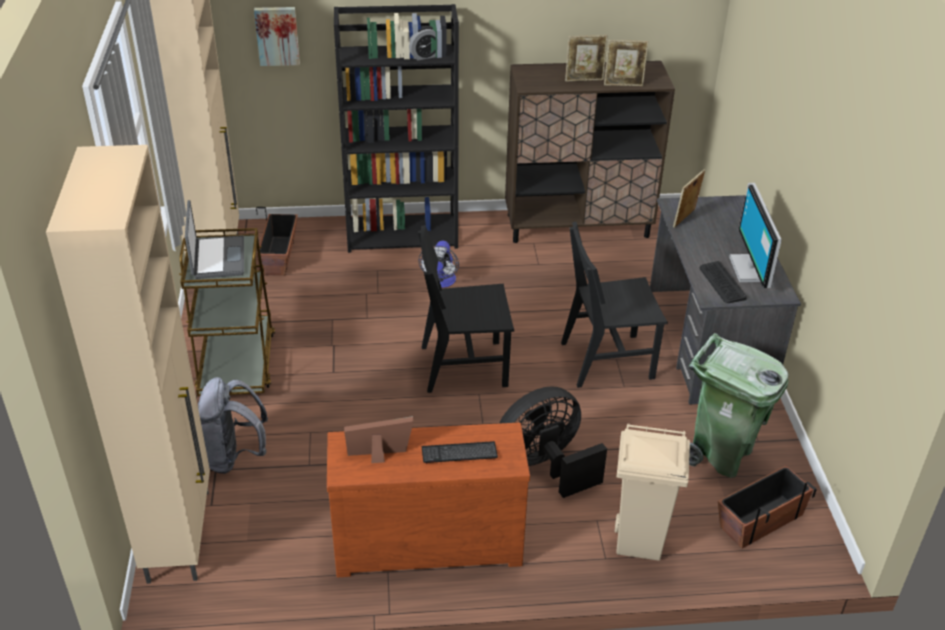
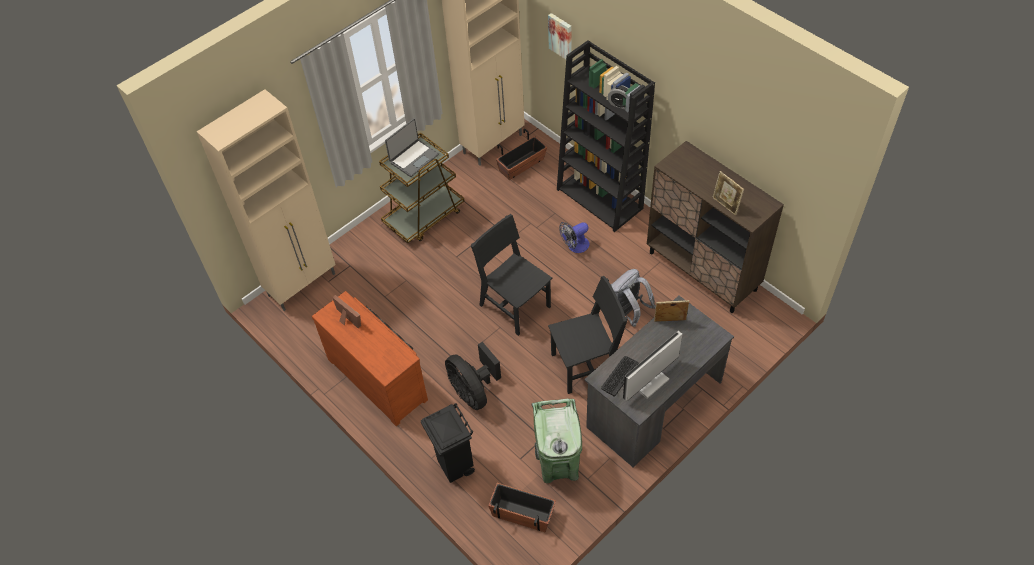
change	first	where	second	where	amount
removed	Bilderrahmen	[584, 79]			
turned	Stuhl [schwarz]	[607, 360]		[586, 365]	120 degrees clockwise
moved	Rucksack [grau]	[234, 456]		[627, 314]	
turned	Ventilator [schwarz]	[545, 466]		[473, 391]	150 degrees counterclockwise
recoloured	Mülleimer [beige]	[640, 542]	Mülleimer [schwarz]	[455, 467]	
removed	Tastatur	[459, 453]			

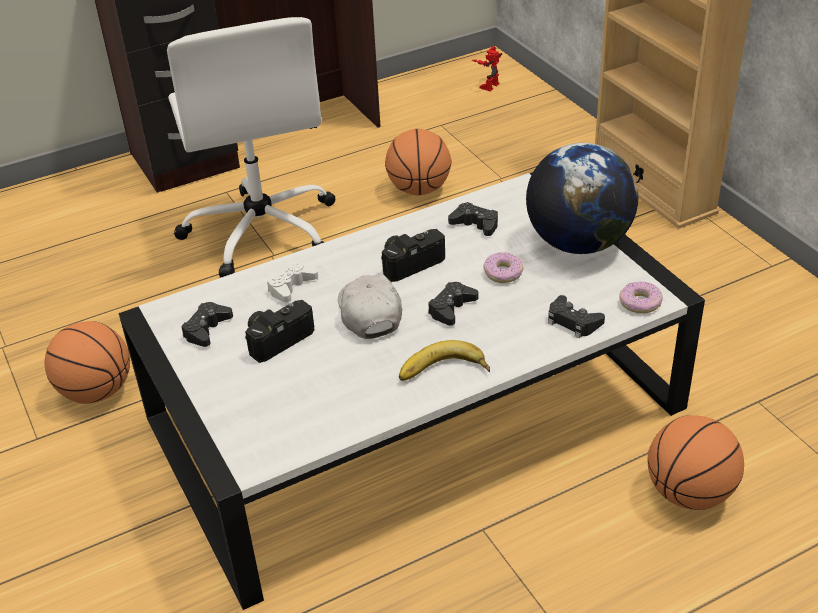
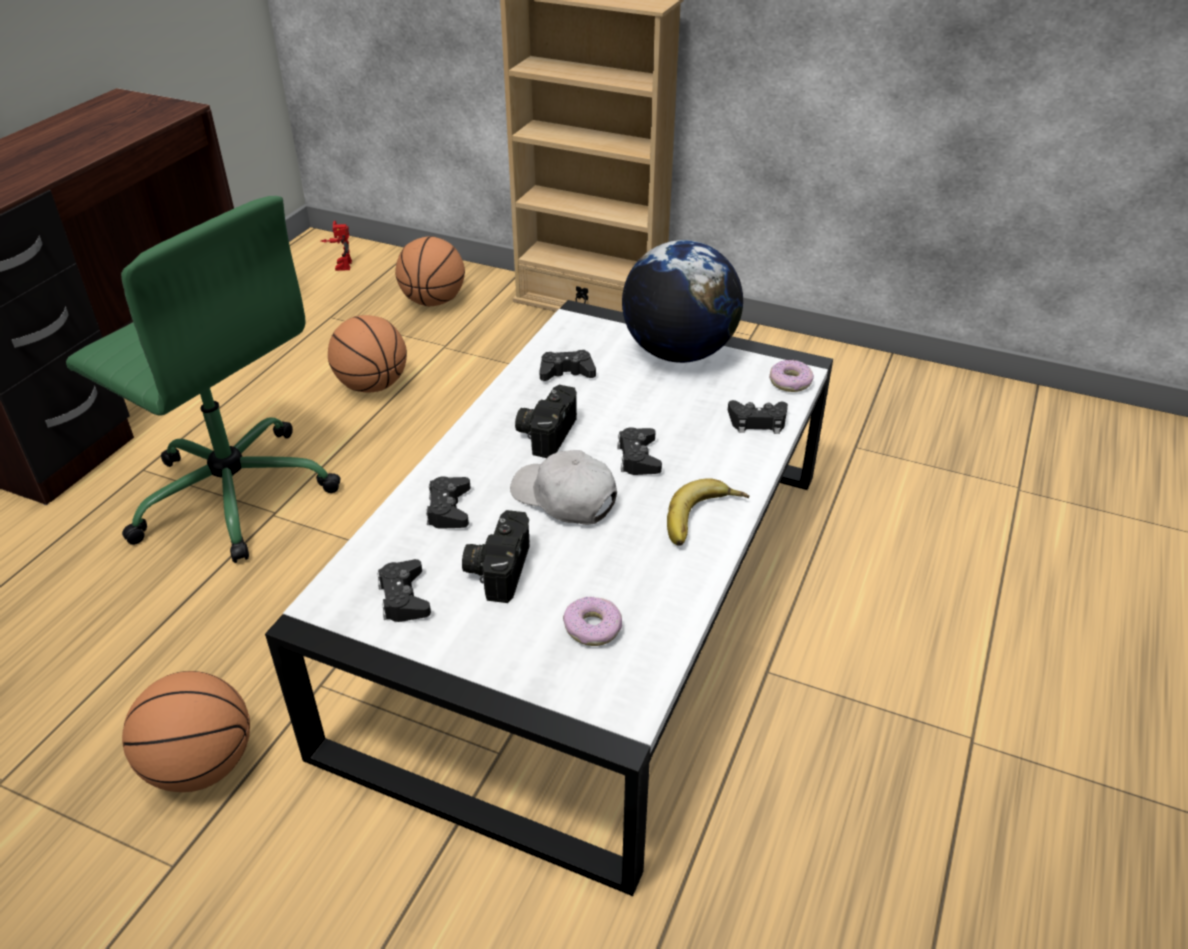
change	first	where	second	where	amount
recoloured	Bürostuhl [weiß]	[261, 230]	Bürostuhl [grün]	[233, 493]	
moved	Donut	[503, 273]		[593, 627]	
recoloured	Gamepad [weiß]	[291, 286]	Gamepad [schwarz]	[449, 509]	
moved	Basketball	[689, 493]		[433, 302]	

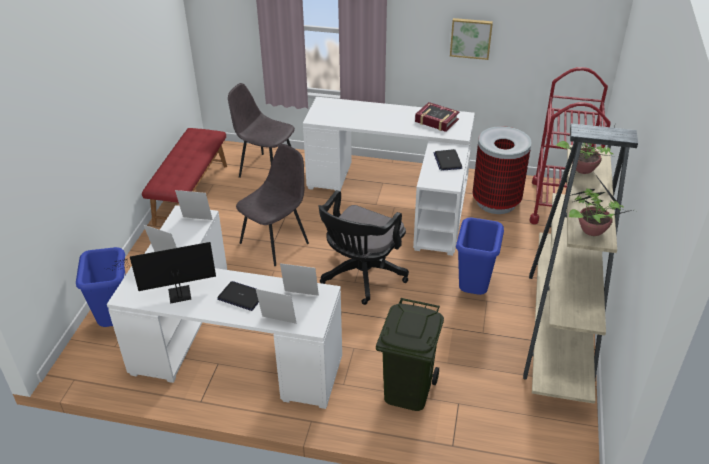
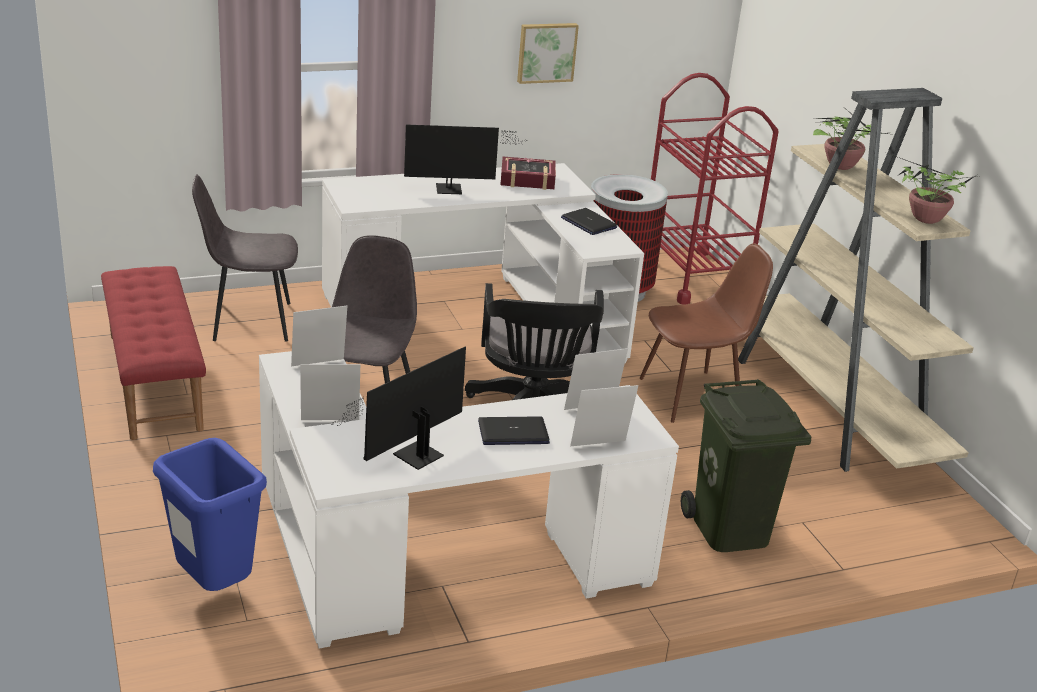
change	first	where	second	where	amount
replaced	Mülleimer [blau]	[473, 292]	Stuhl [braun]	[692, 396]	
added			Monitor	[453, 189]	

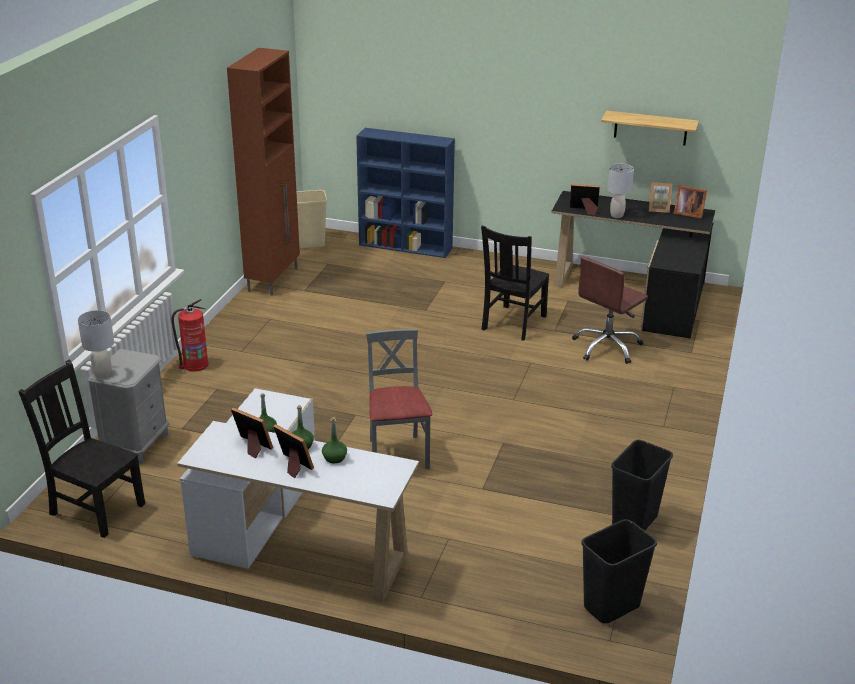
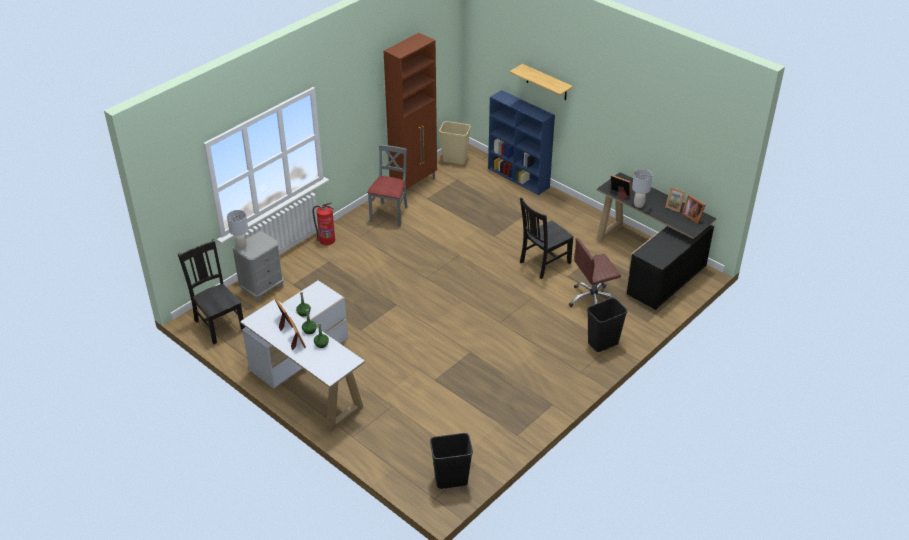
change	first	where	second	where	amount
moved	Wandregal	[650, 128]		[546, 82]	
moved	Stuhl [grau]	[397, 454]		[390, 214]	
moved	Mülleimer [schwarz]	[635, 522]		[603, 344]	

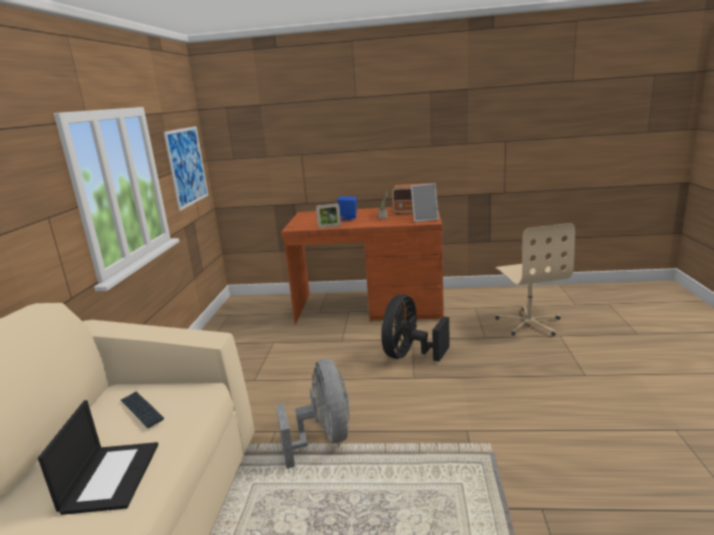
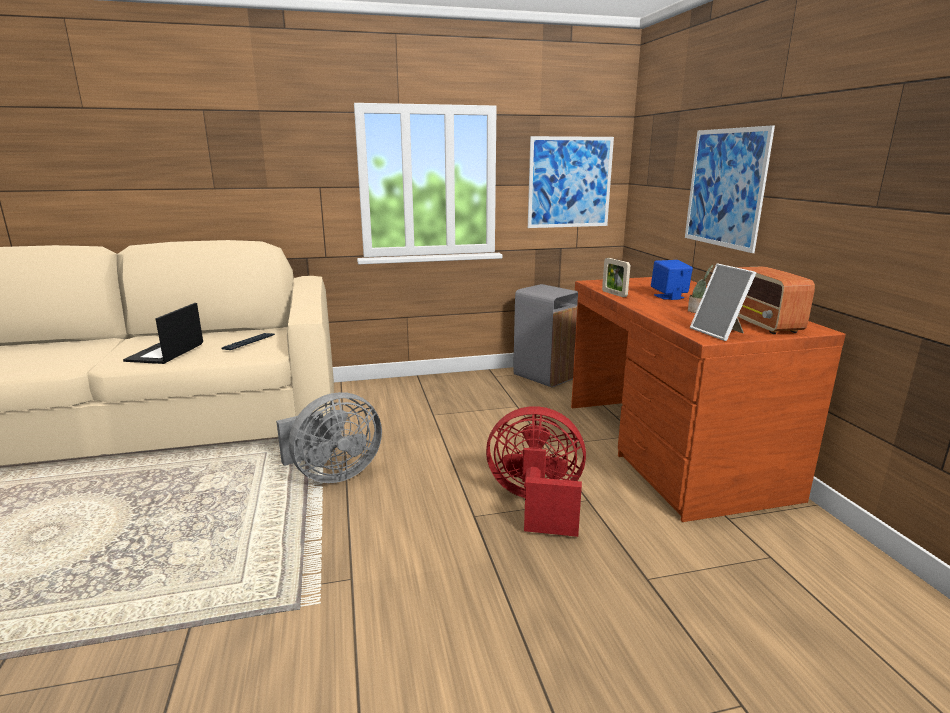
change	first	where	second	where	amount
removed	Bürostuhl [beige]	[529, 323]			
recoloured	Ventilator [schwarz]	[409, 355]	Ventilator [rot]	[536, 504]	
turned	Laptop	[111, 476]		[165, 353]	120 degrees clockwise
added			Bild	[725, 188]	
added			Mülleimer [grau]	[545, 376]	

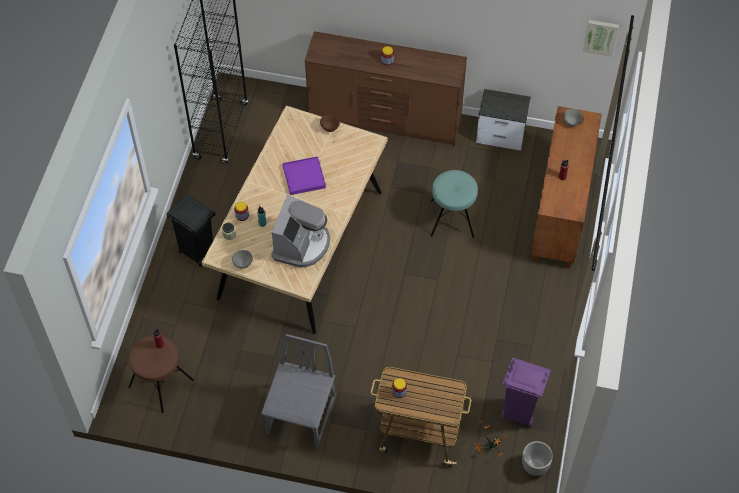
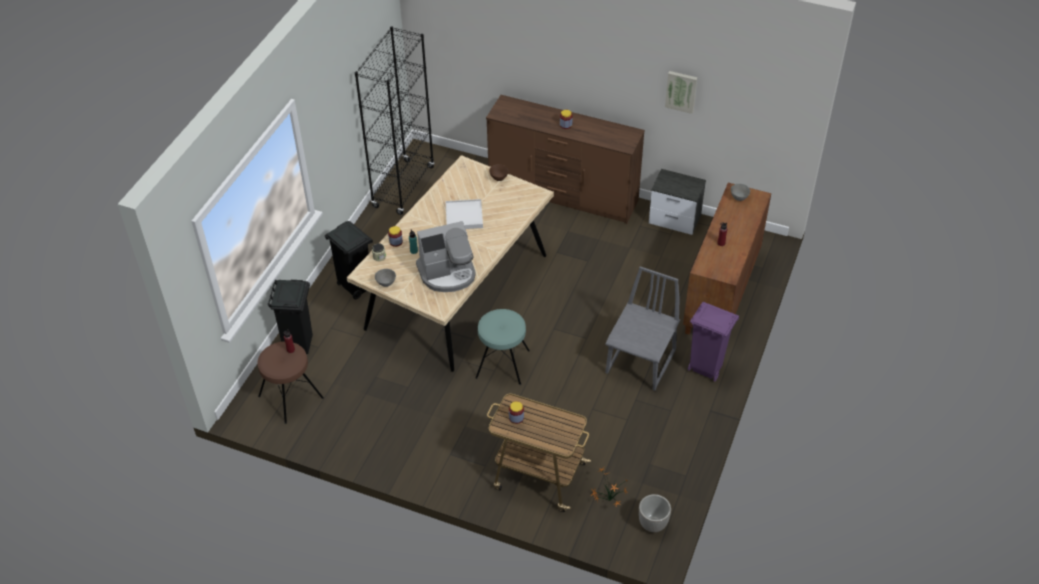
change	first	where	second	where	amount
moved	Bild	[600, 36]		[681, 91]	
recoloured	Tablett [lila]	[304, 177]	Tablett [weiß]	[464, 216]	
moved	Hocker [türkis]	[452, 219]		[502, 364]	
turned	Kaffeemaschine	[301, 244]		[447, 273]	45 degrees clockwise
moved	Stuhl [grau]	[302, 415]		[641, 362]	
moved	Mülleimer [lila]	[518, 413]		[705, 368]	
added			Mülleimer [schwarz]	[299, 343]	

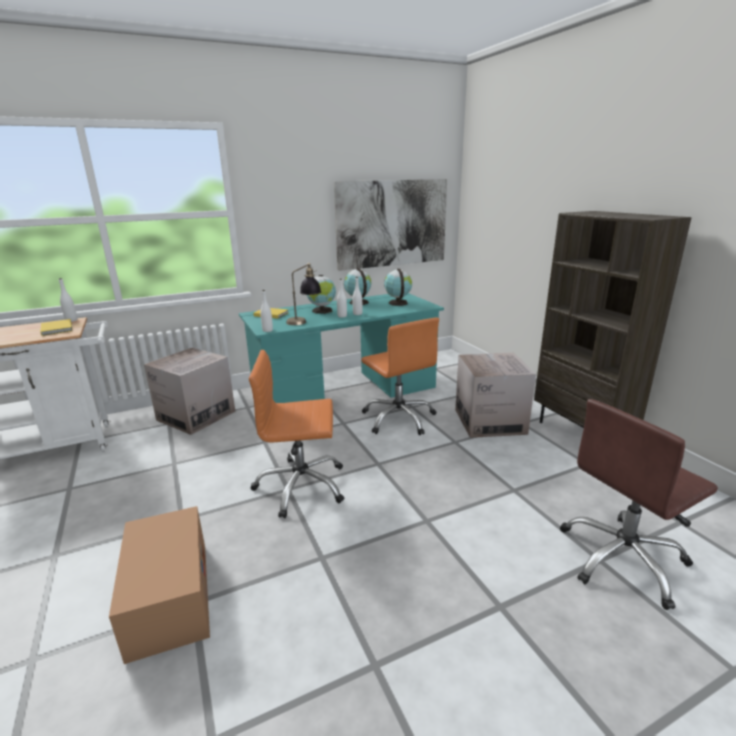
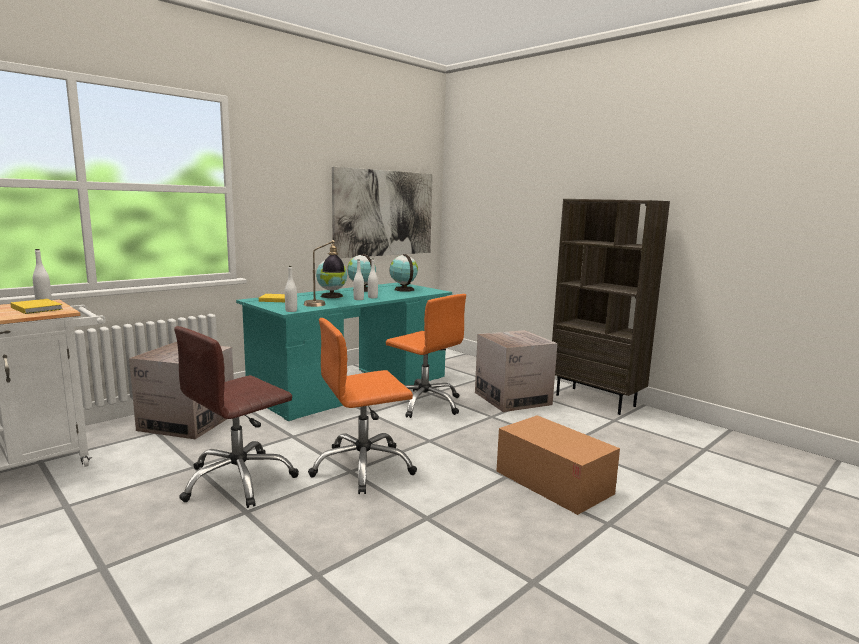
change	first	where	second	where	amount
moved	Bürostuhl [braun]	[622, 559]		[239, 480]	
moved	Karton	[169, 597]		[553, 482]	

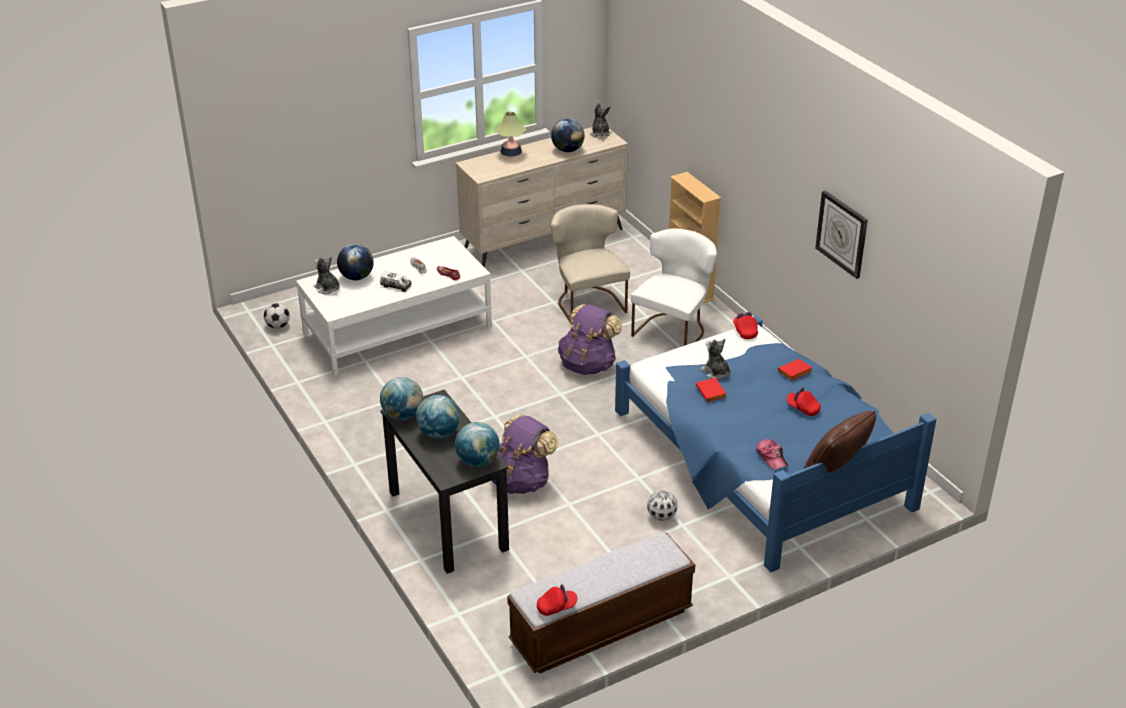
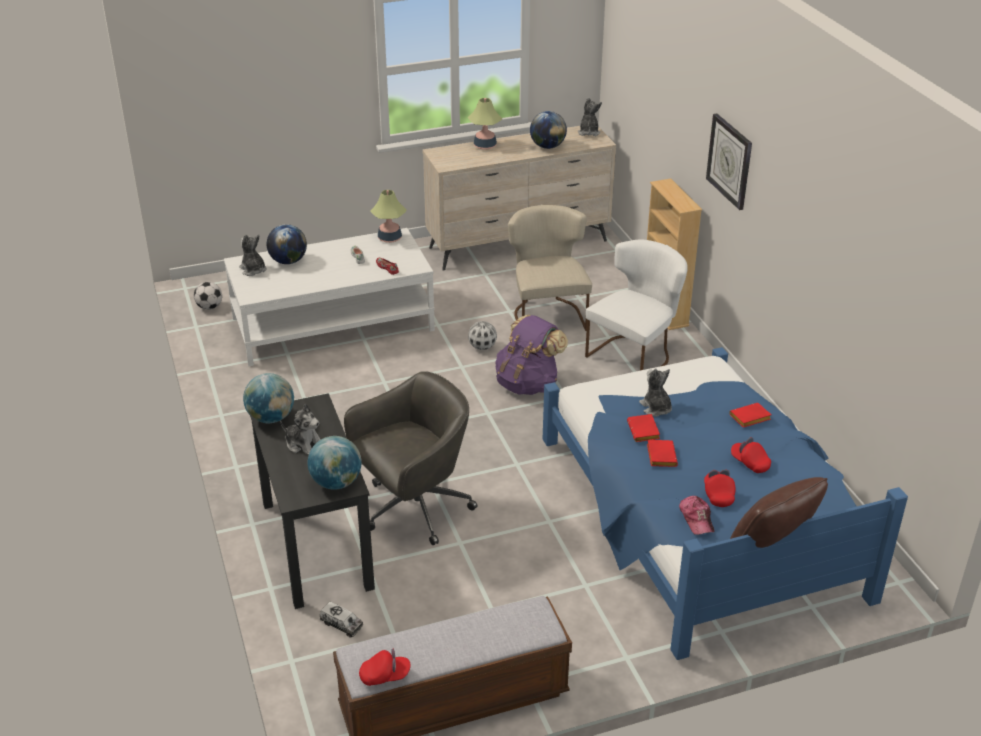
change	first	where	second	where	amount
moved	Wanduhr	[842, 233]		[730, 161]	
moved	Spielzeuglaster	[396, 286]		[341, 624]	
moved	Kappe [rot]	[745, 331]		[718, 494]	
replaced	Globus	[439, 433]	Plüschtier	[303, 444]	
replaced	Rucksack [lila]	[521, 481]	Bürostuhl [grau]	[414, 509]	
moved	Fußball	[662, 516]		[482, 347]	
added			Tischlampe	[389, 238]	
added			Buch [rot]	[660, 455]	

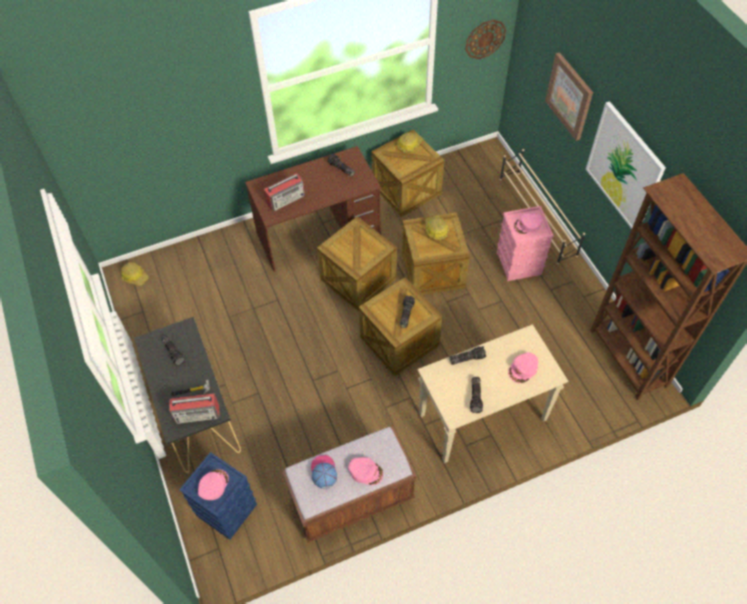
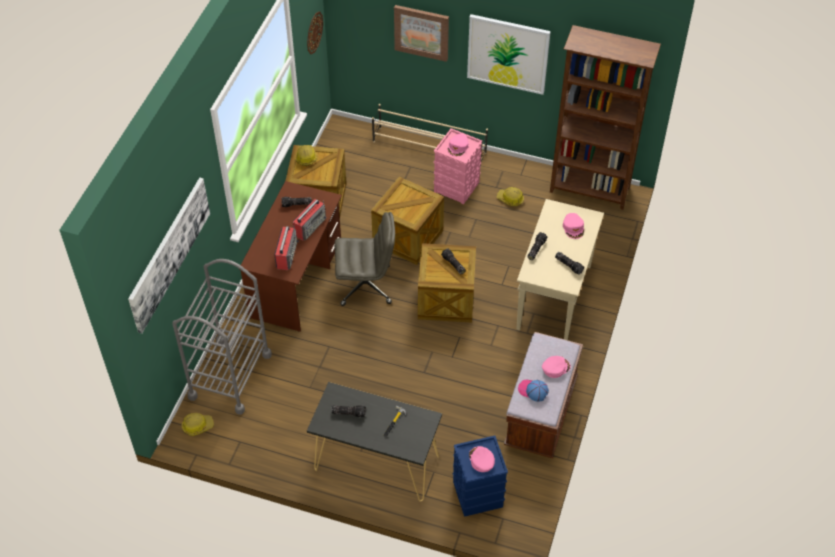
change	first	where	second	where	amount
replaced	Kiste	[358, 279]	Bürostuhl [grau]	[366, 285]	
moved	Schutzhelm	[436, 230]		[510, 199]	
moved	Radio	[198, 414]		[310, 226]	
added			Bild	[169, 253]	
added			Rollwagen [grau]	[230, 376]	

